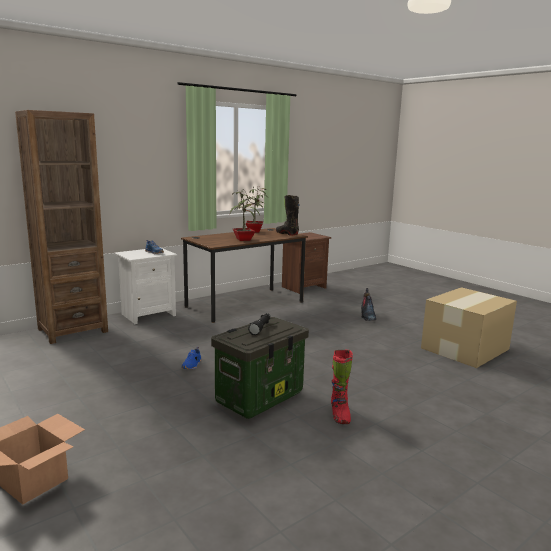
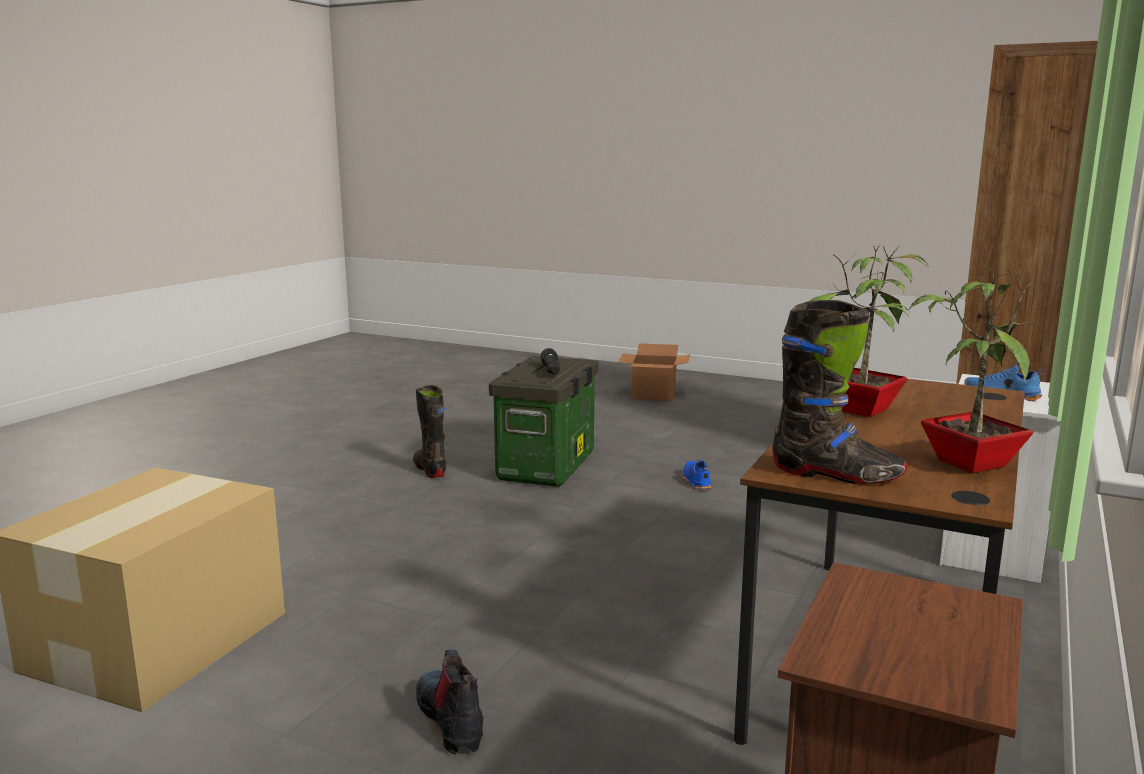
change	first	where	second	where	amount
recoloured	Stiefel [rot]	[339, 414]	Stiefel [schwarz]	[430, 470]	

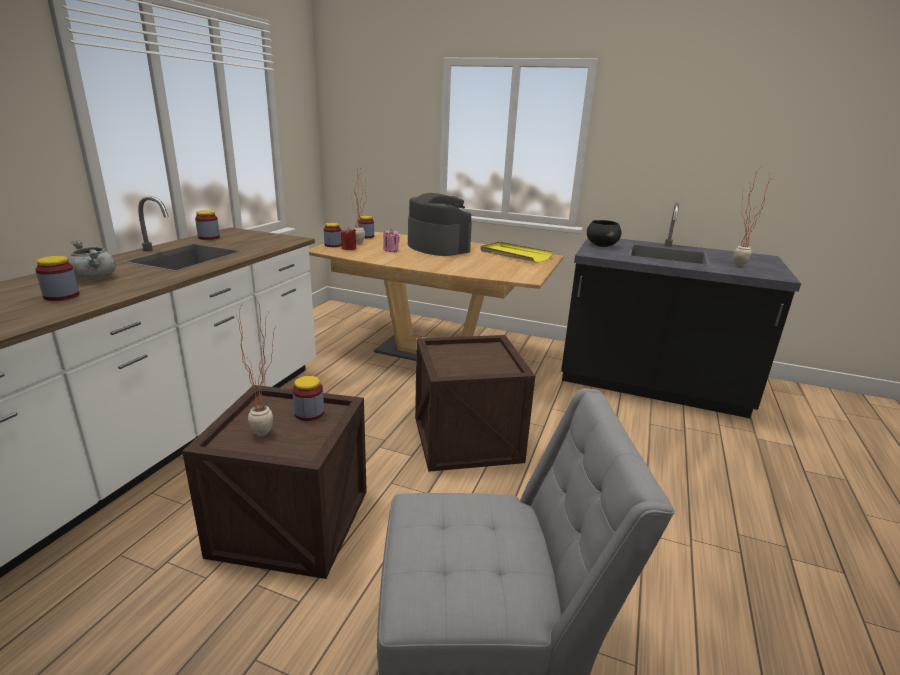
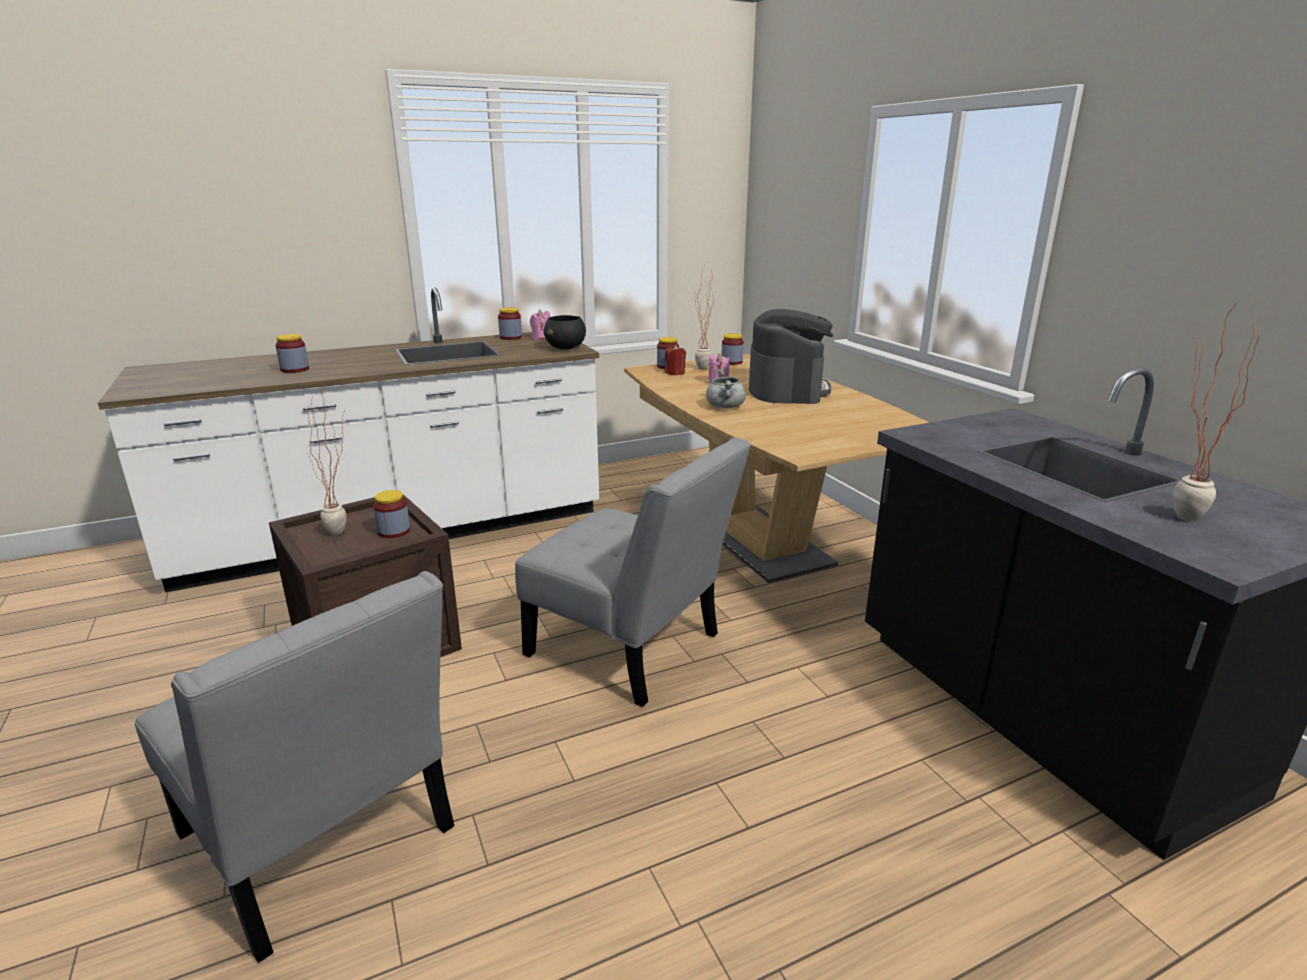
change	first	where	second	where	amount
moved	Schüssel [schwarz]	[602, 245]		[566, 348]	
moved	Kochtopf [grau]	[95, 278]		[725, 407]	
removed	Tablett [gelb]	[515, 254]			
replaced	Kiste	[466, 439]	Stuhl [grau]	[631, 649]	
added			Kerze [rosa]	[541, 338]	

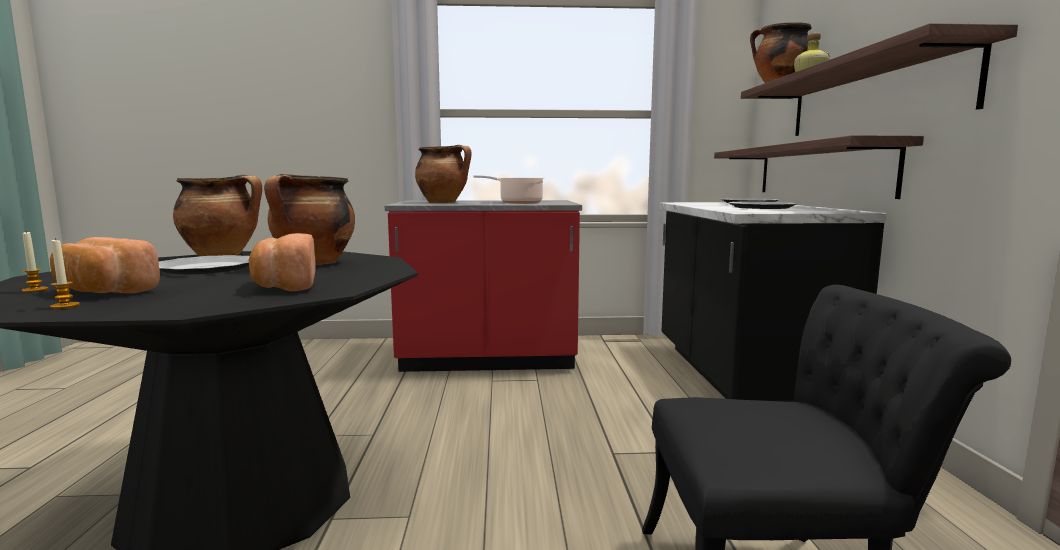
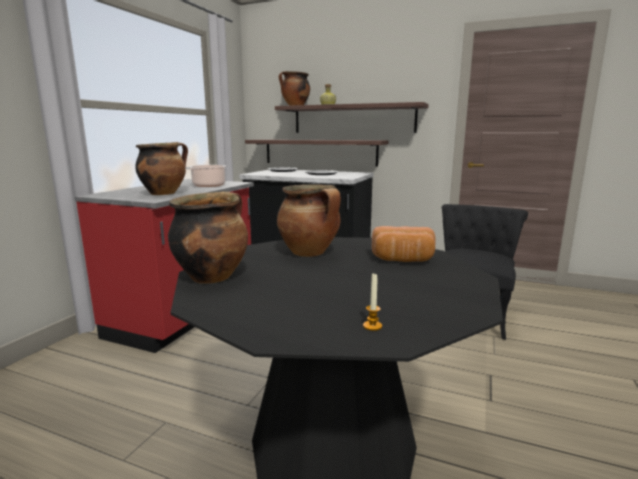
change	first	where	second	where	amount
removed	Brot	[104, 291]			
removed	Kerze	[65, 306]			
removed	Teller	[207, 268]			

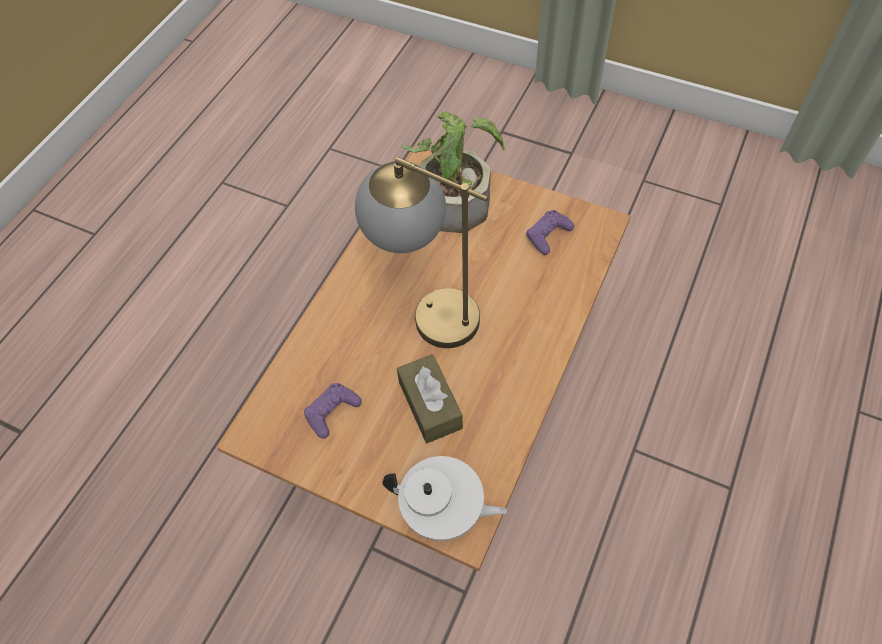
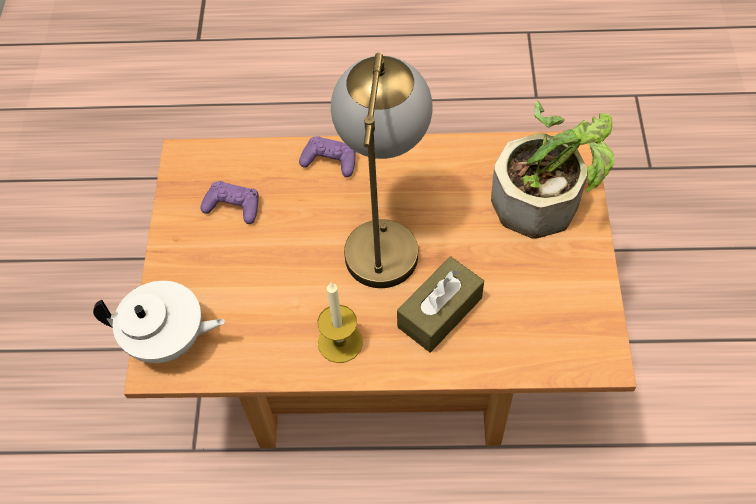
change	first	where	second	where	amount
moved	Gamepad [lila]	[548, 235]		[330, 160]	
moved	Taschentuchbox [braun]	[430, 405]		[439, 312]	
turned	Teekanne [weiß]	[443, 511]		[168, 340]	75 degrees counterclockwise
added			Kerze	[340, 342]	

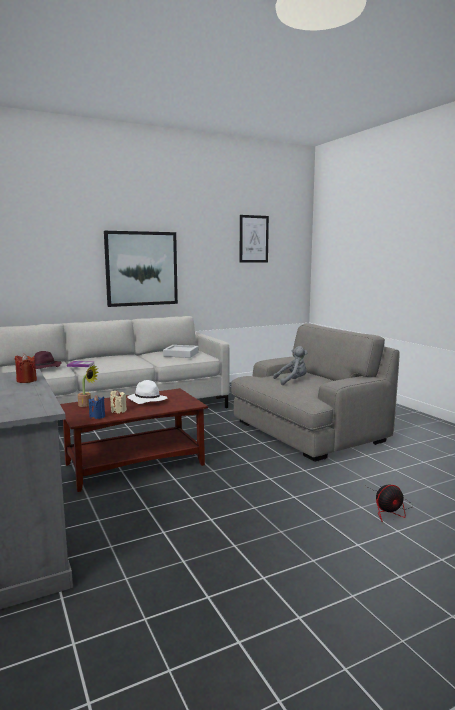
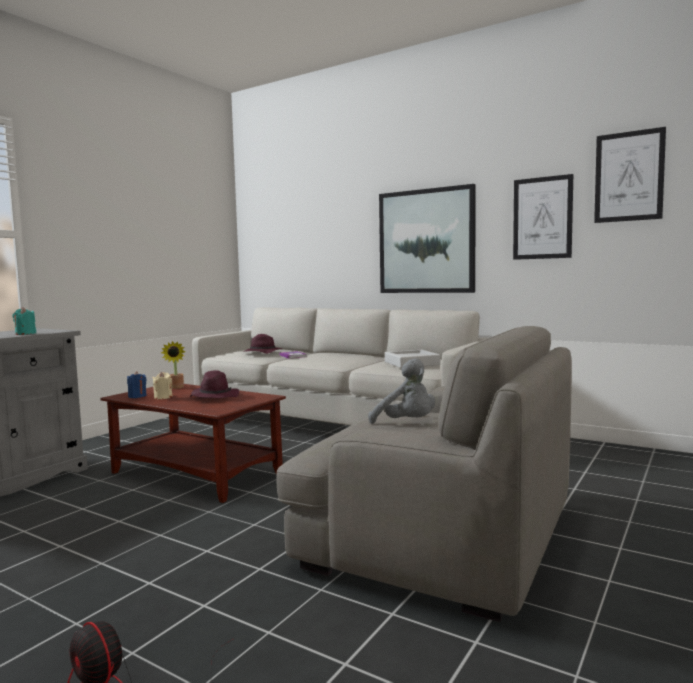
change	first	where	second	where	amount
recoloured	Kerze [rot]	[26, 380]	Kerze [türkis]	[25, 334]	
recoloured	Hut [weiß]	[146, 400]	Hut [lila]	[214, 396]	
added			Bild	[542, 218]	

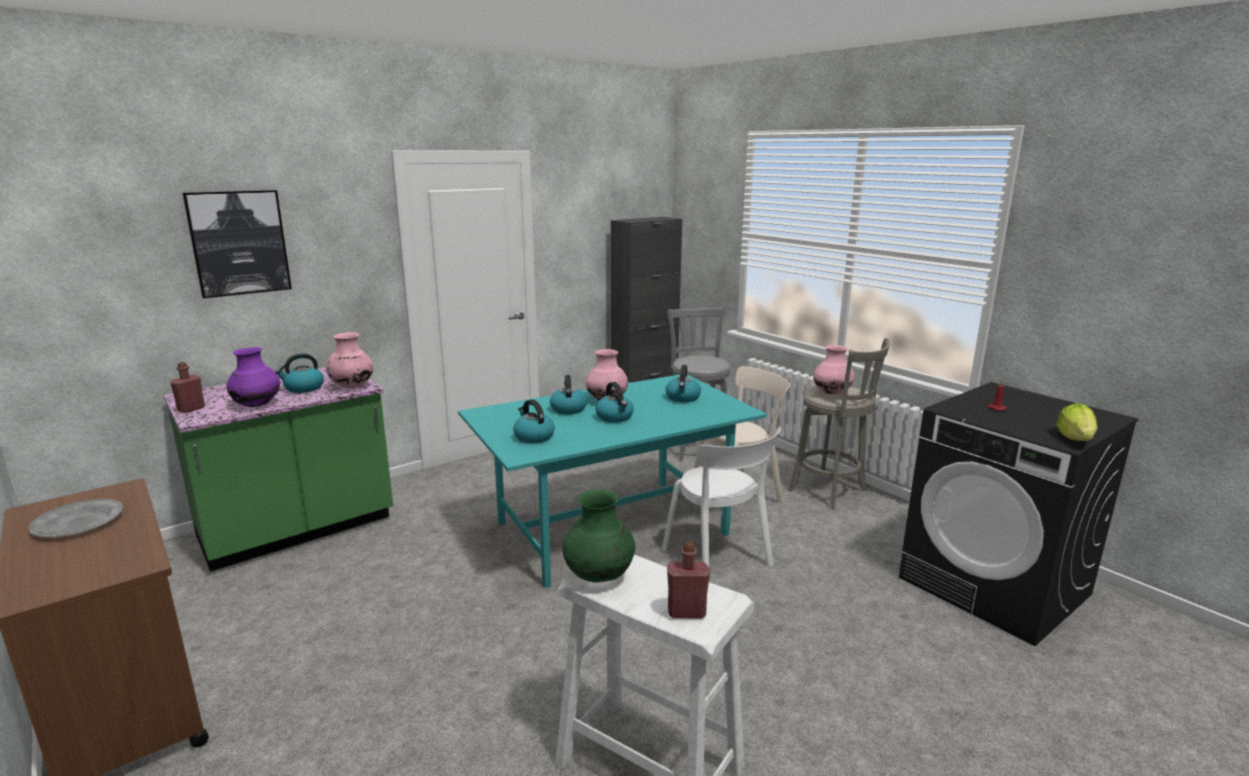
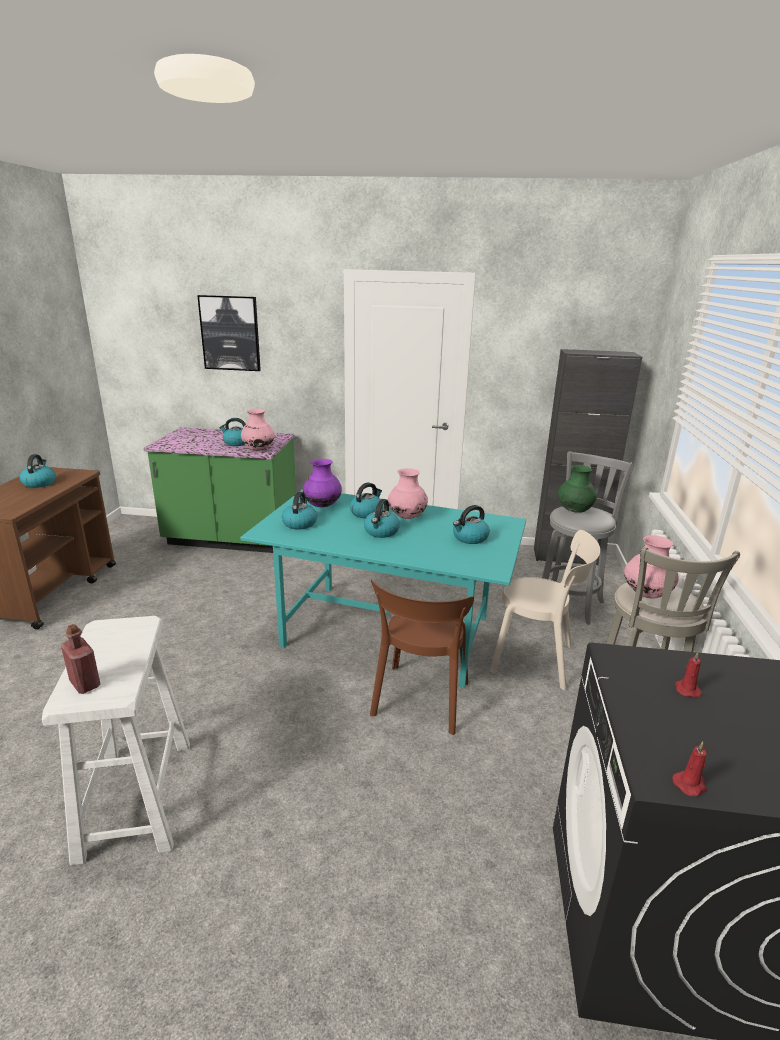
change	first	where	second	where	amount
moved	Vase [lila]	[257, 405]		[322, 505]	
removed	Flasche [rot]	[191, 409]			
replaced	Salatkopf	[1075, 439]	Kerze [rot]	[690, 784]	
recoloured	Stuhl [weiß]	[719, 559]	Stuhl [braun]	[419, 702]	
moved	Vase [grün]	[599, 576]		[574, 511]	
replaced	Teller [grau]	[78, 523]	Wasserkessel	[39, 483]	

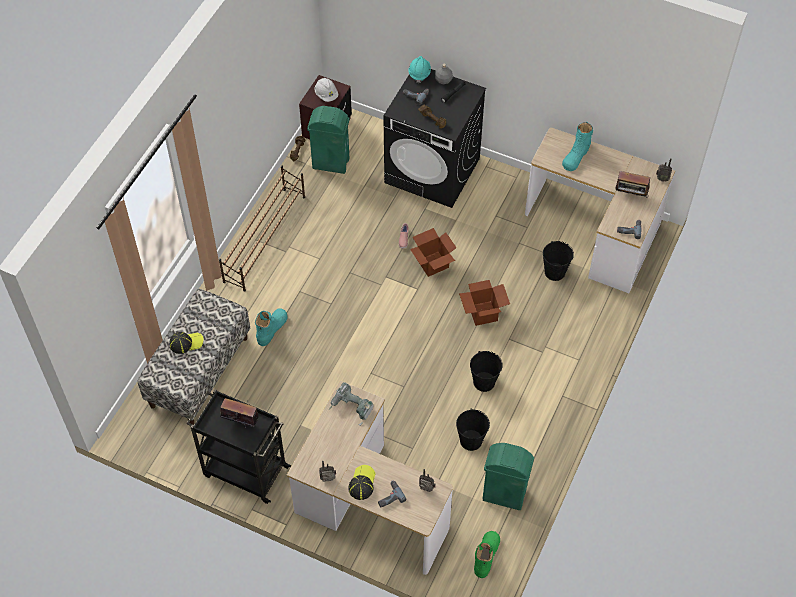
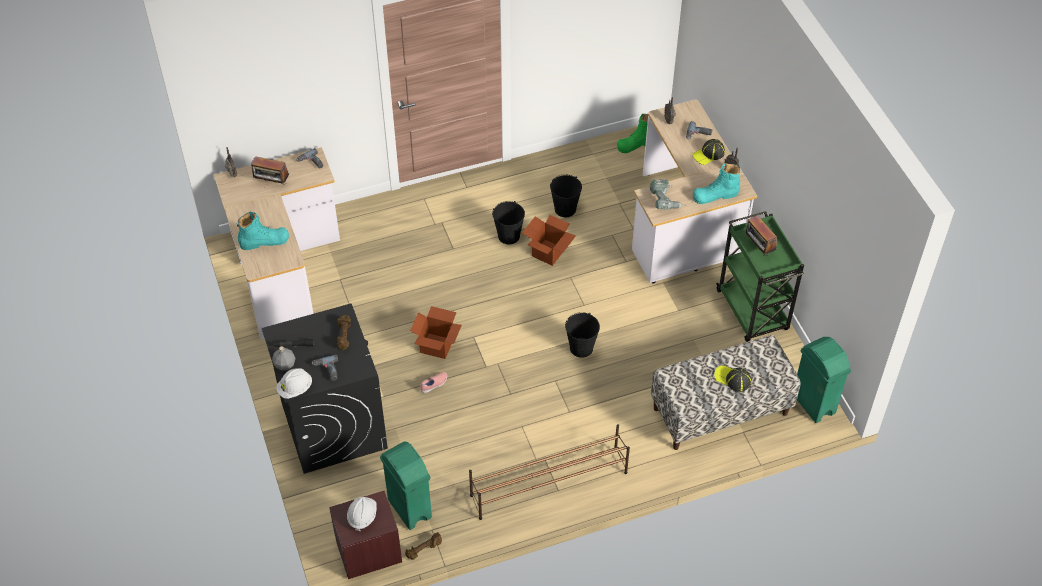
change	first	where	second	where	amount
recoloured	Schutzhelm [türkis]	[419, 73]	Schutzhelm [weiß]	[295, 389]	
turned	Radio	[630, 195]		[272, 183]	135 degrees clockwise
moved	Eimer [schwarz]	[554, 272]		[581, 348]	
moved	Karton	[483, 313]		[548, 252]	
moved	Stiefel [türkis]	[271, 329]		[715, 195]	
recoloured	Rollwagen [schwarz]	[244, 470]	Rollwagen [grün]	[753, 311]	
moved	Mülleimer [grün]	[503, 495]		[813, 404]	

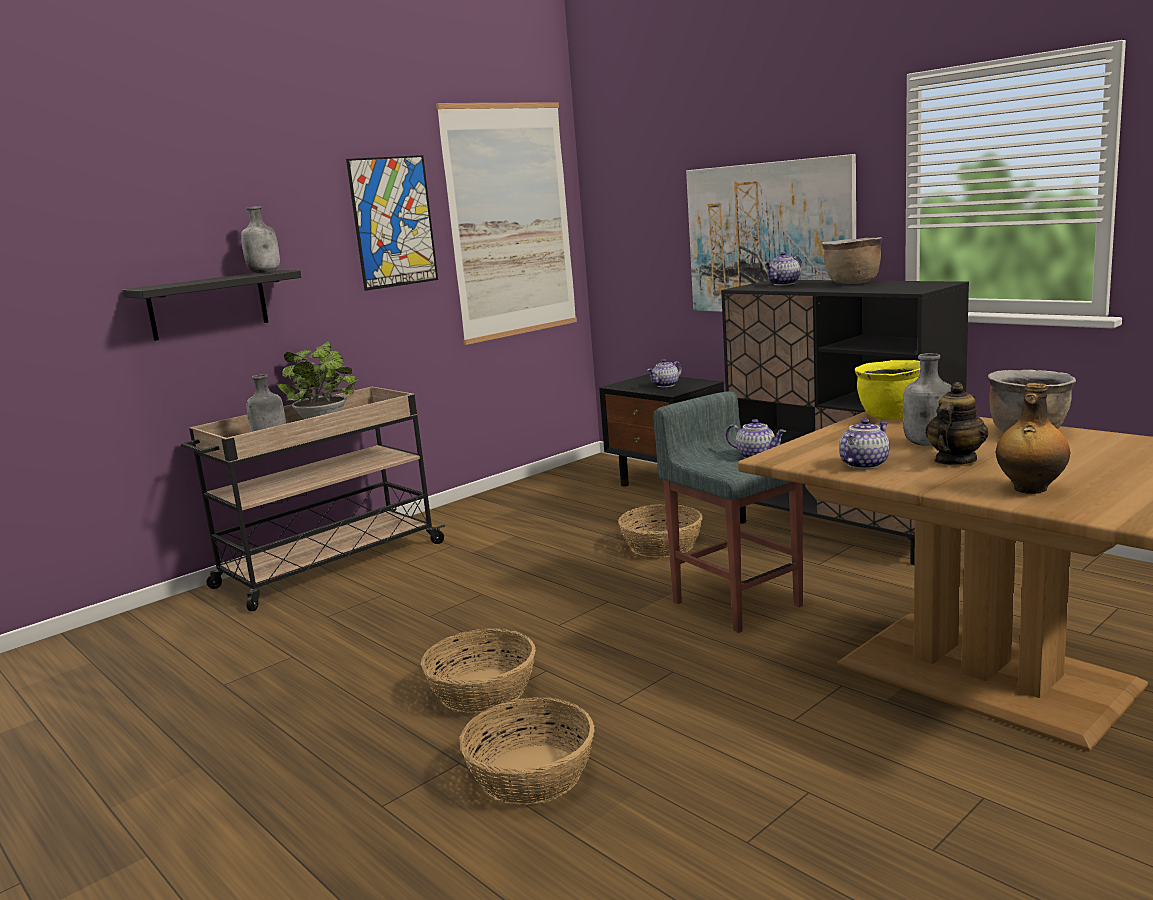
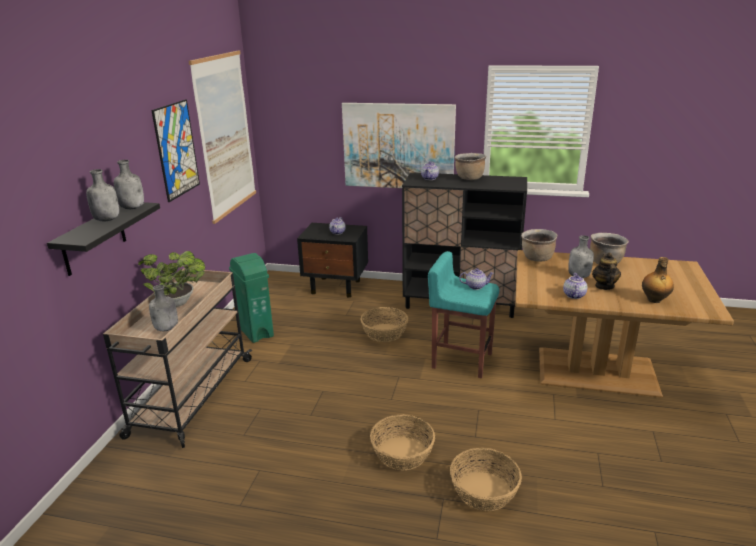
change	first	where	second	where	amount
recoloured	Kochtopf [gelb]	[891, 417]	Kochtopf [braun]	[537, 258]	
recoloured	Hocker [grau]	[735, 603]	Hocker [türkis]	[461, 360]	
added			Flasche [grau]	[107, 219]	
added			Mülleimer [grün]	[256, 332]	

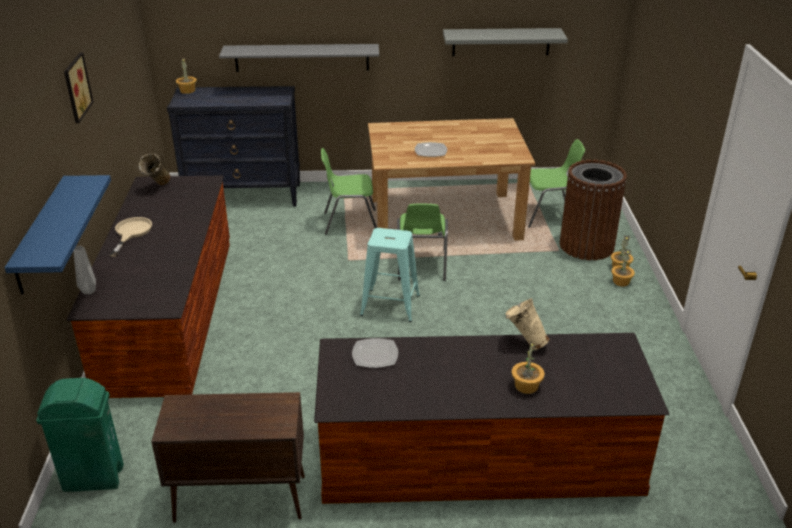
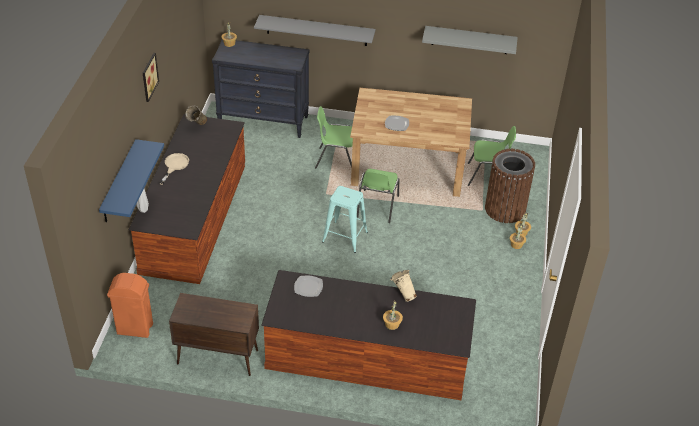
change	first	where	second	where	amount
recoloured	Mülleimer [grün]	[93, 478]	Mülleimer [orange]	[134, 328]	

